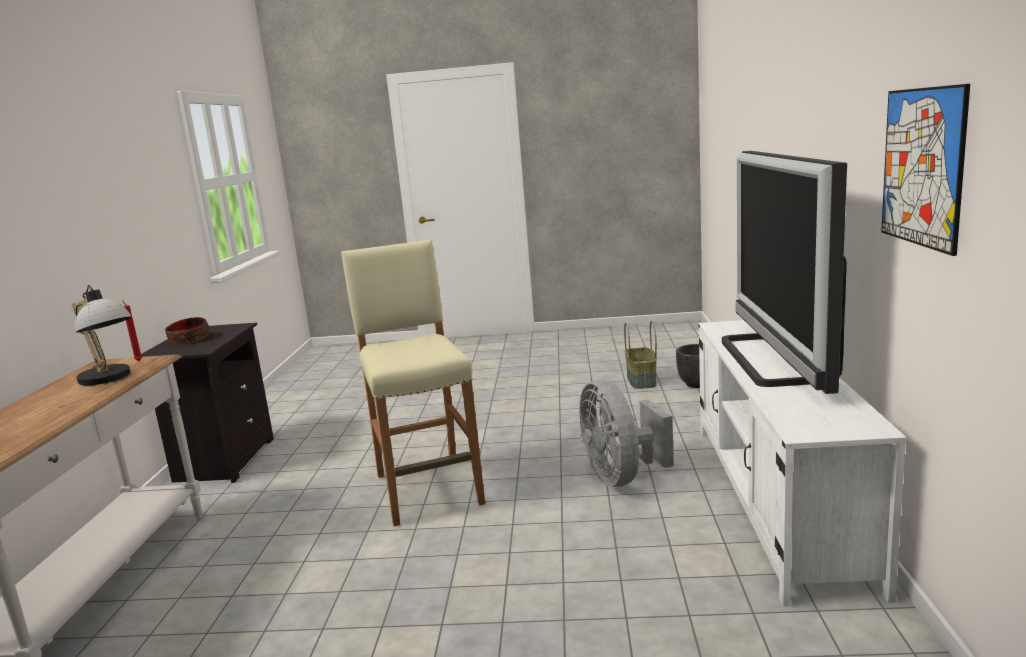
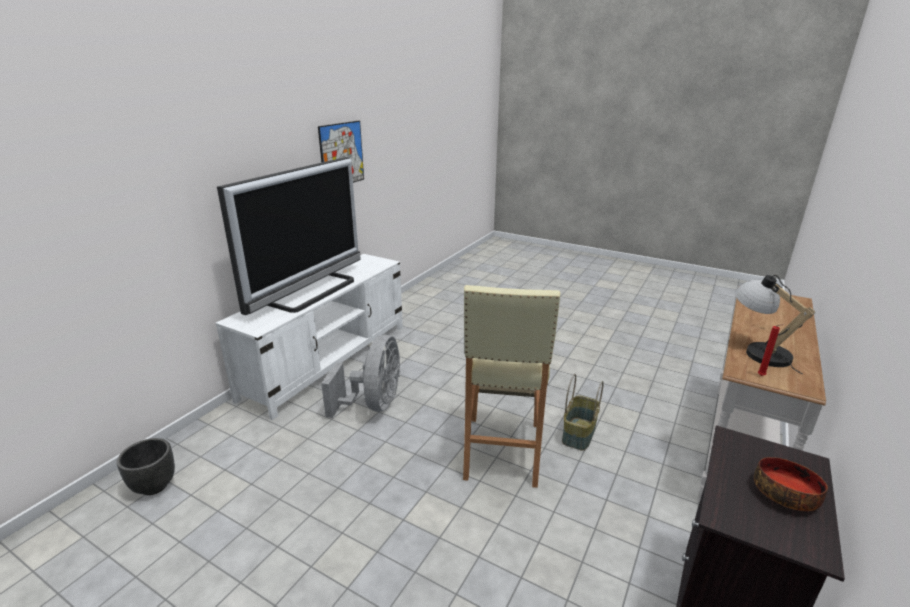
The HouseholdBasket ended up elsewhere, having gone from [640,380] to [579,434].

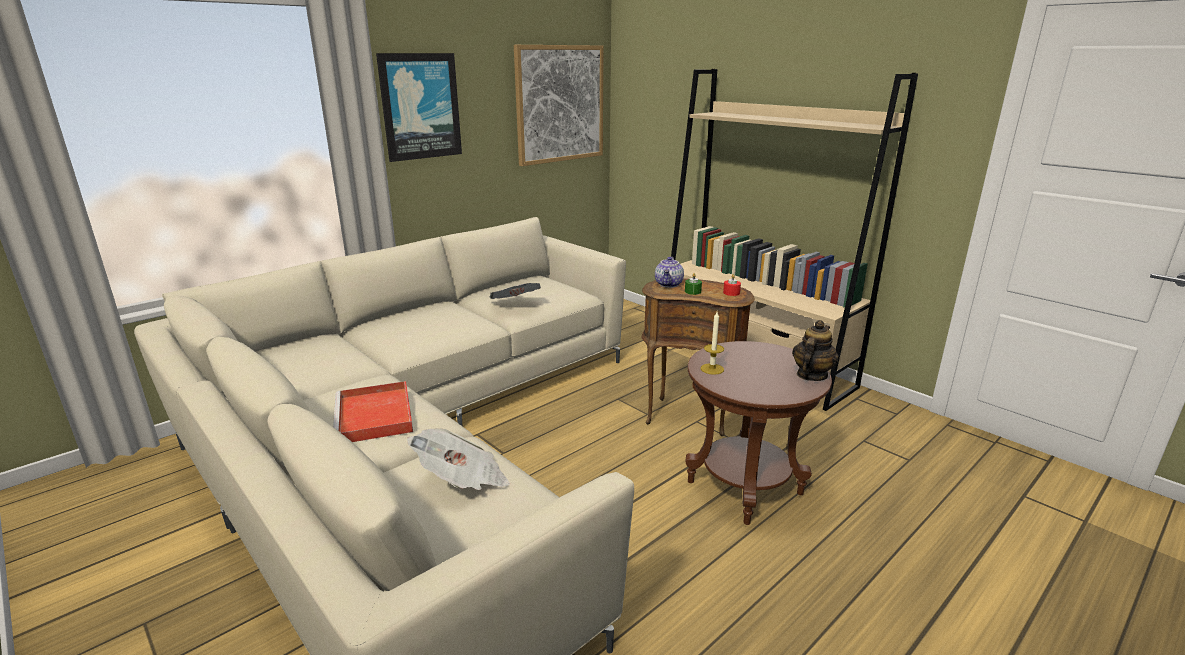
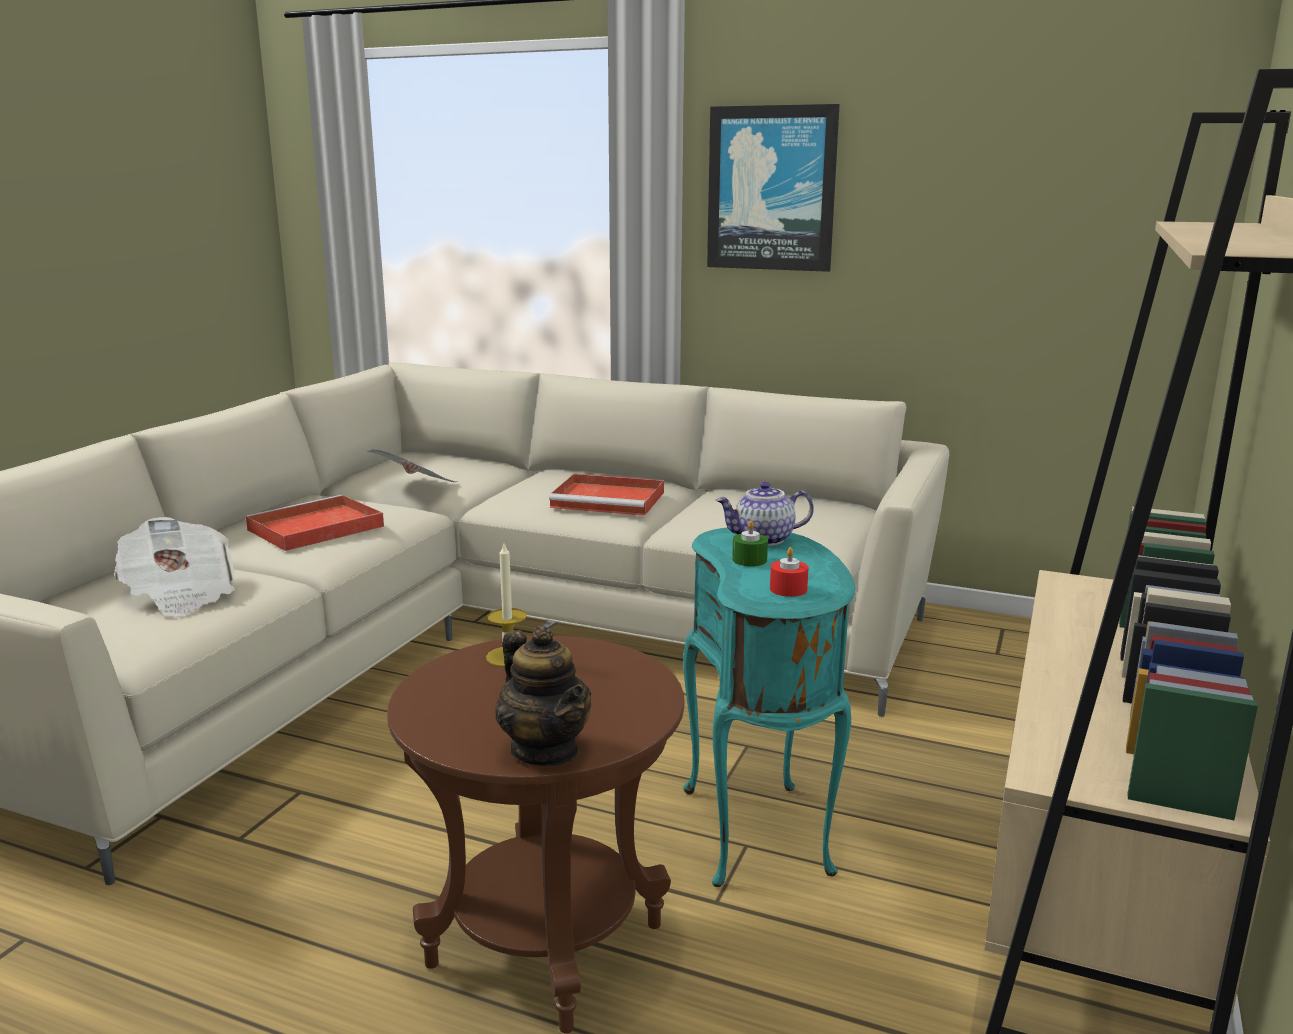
The PrintedPaper ended up elsewhere, having gone from [515,305] to [415,489].
The Teapot at [811,375] ended up facing another way, 45 degrees clockwise from before.
The second view gained the ReddishServingTray at [610,500].
What was the BrownSideTable at [689,415] turned into the BlueGreenSideTable at [762,832].
The second view lost the WallPicture at [560,104].

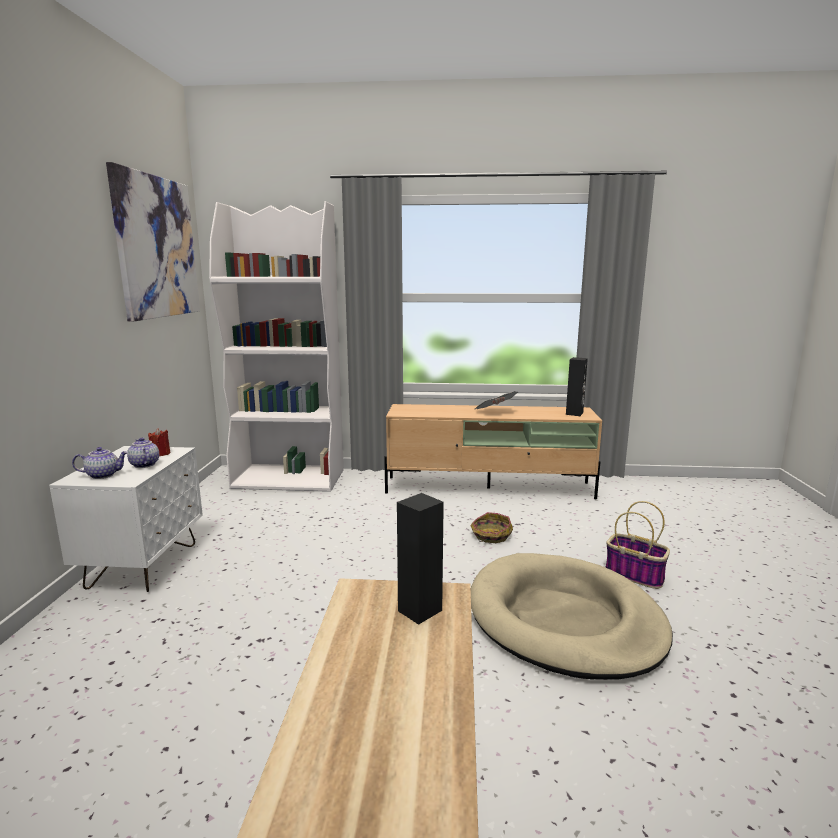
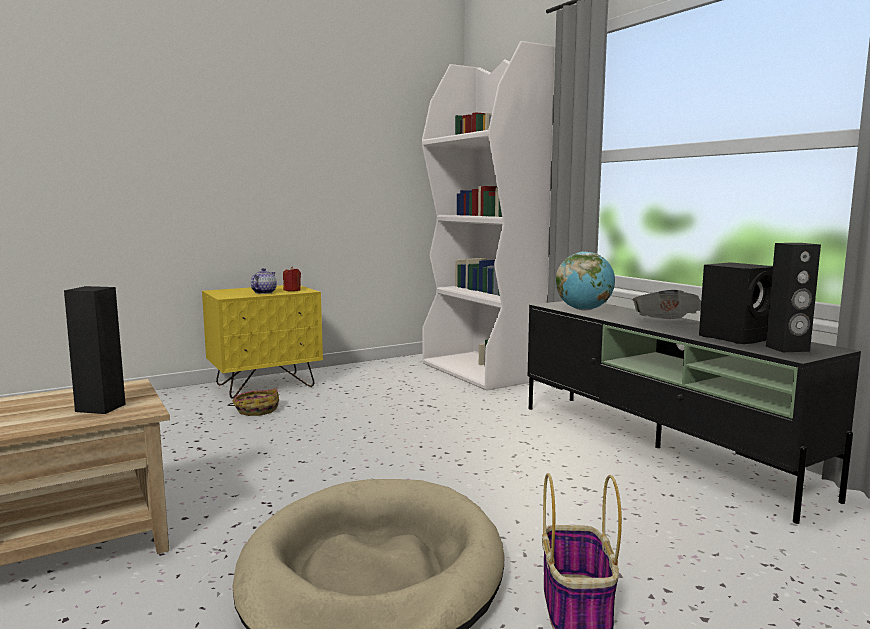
What was the WhiteColouredNightstand at [143,565] turned into the YellowNightstand at [265,385].
The HouseholdBasket ended up elsewhere, having gone from [491,535] to [256,410].
What was the BeigeColouredTvUnit at [489,488] turned into the BlackishTvUnit at [658,448].
The second view gained the DeskGlobe at [584,310].
The second view gained the BlackishLoudspeaker at [736,337].
The second view lost the Teapot at [103,475].
The second view lost the WallPicture at [157,247].

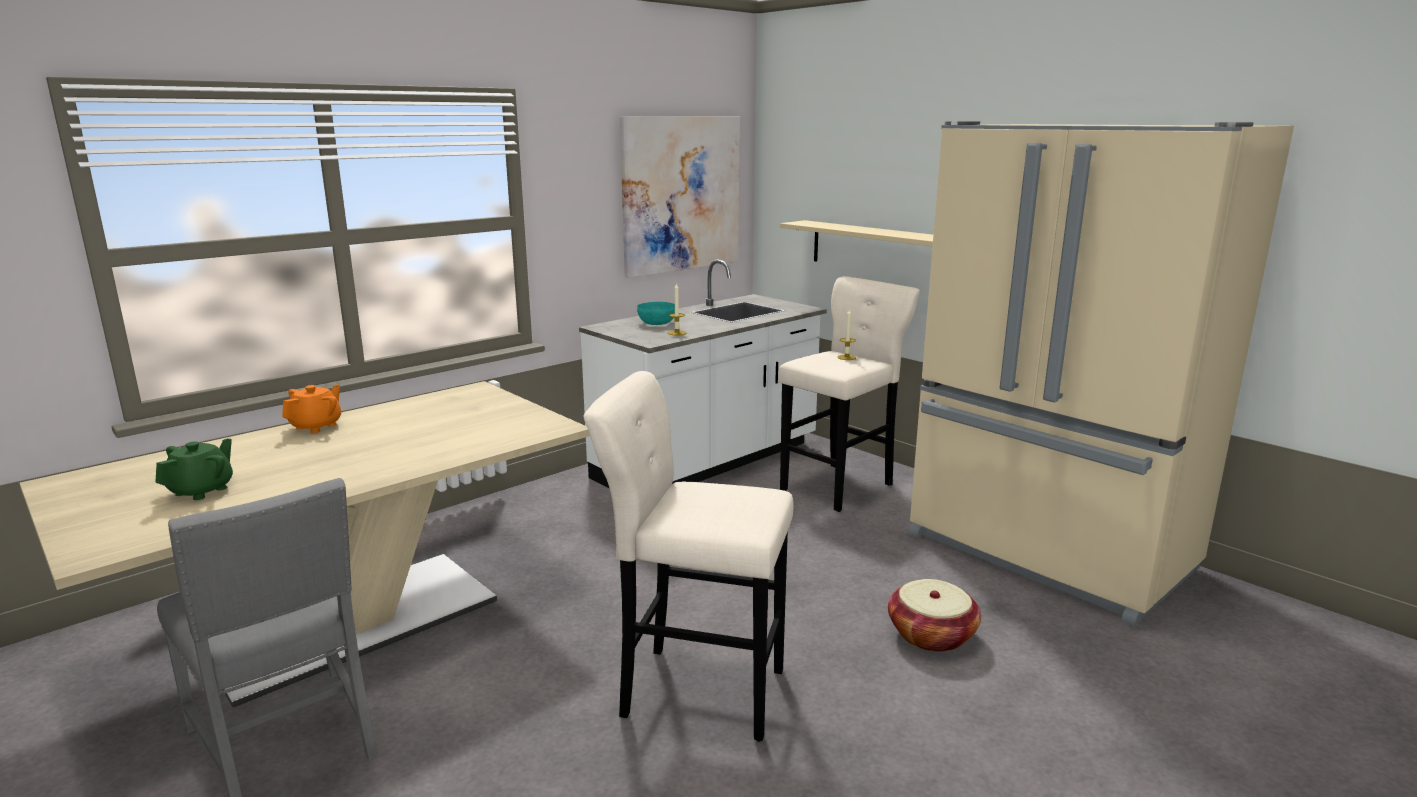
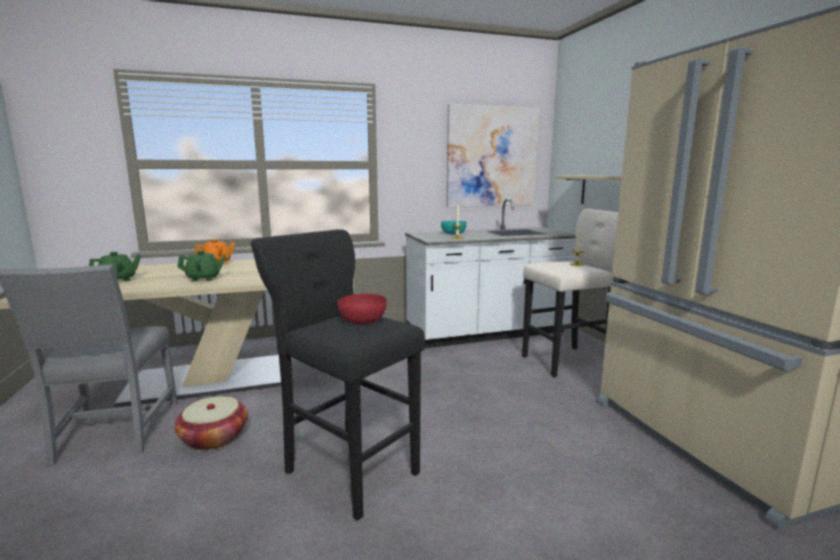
The HouseholdBasket ended up elsewhere, having gone from [931,635] to [214,438].
The second view gained the GreenishTeapot at [204,279].
What was the BeigeColouredSittingStool at [695,690] turned into the BlackishSittingStool at [347,469].
The second view gained the ReddishBowl at [363,321].

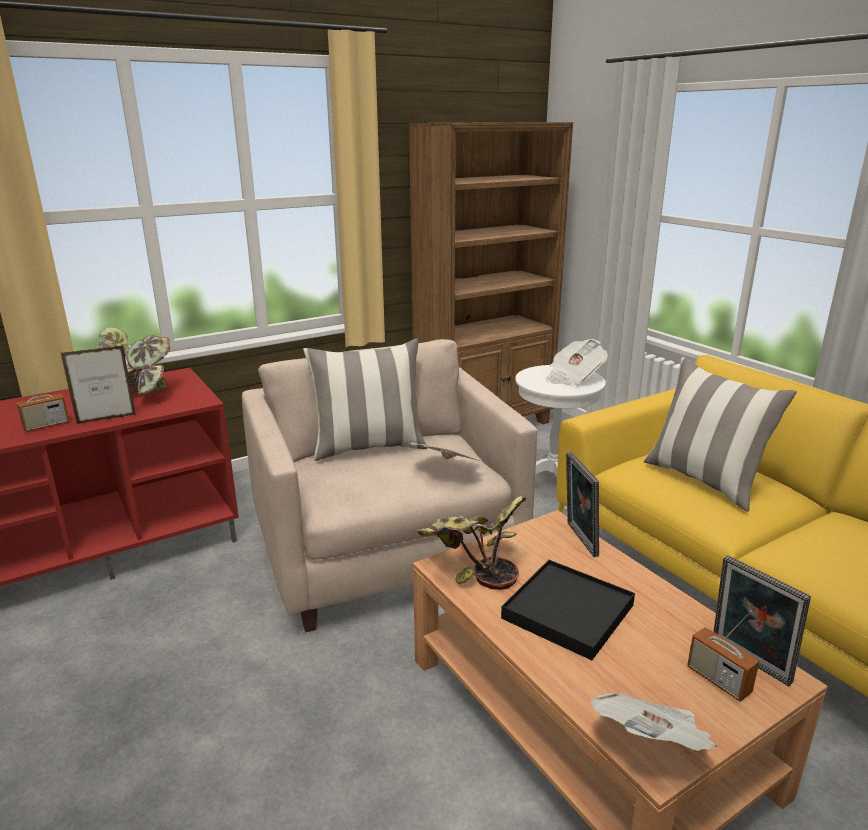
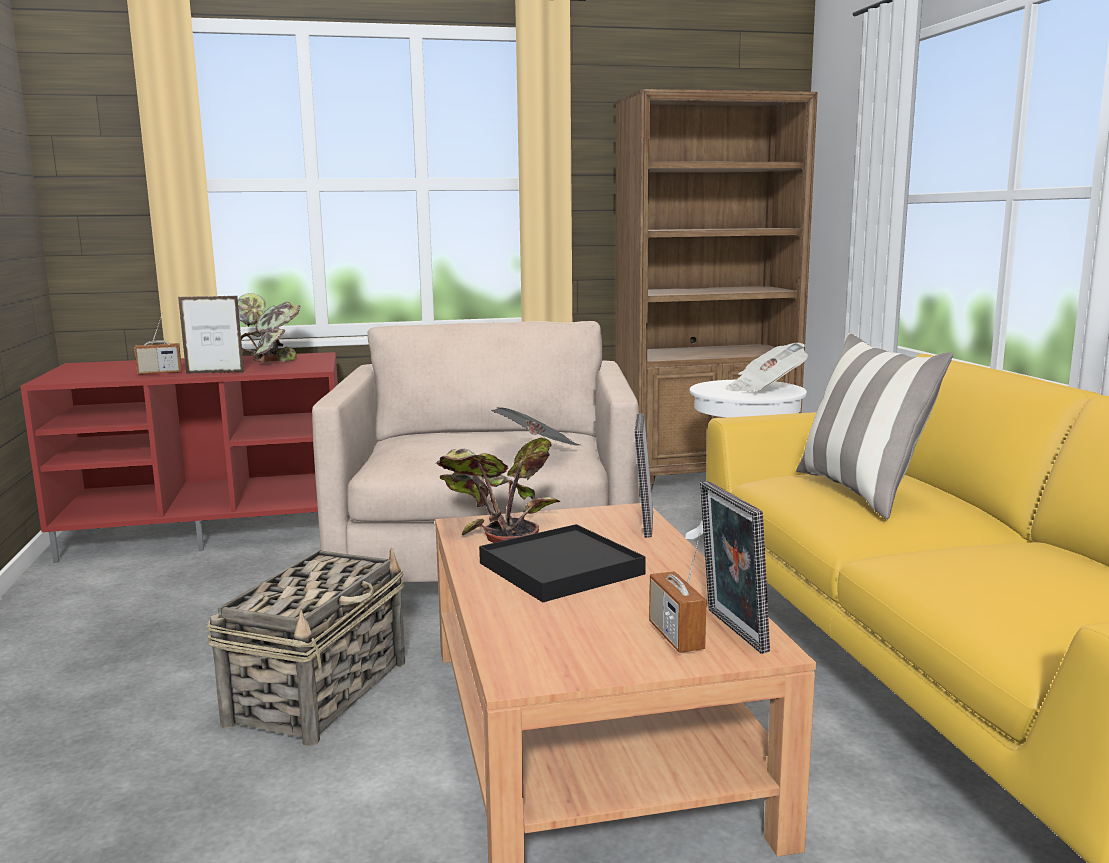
The second view gained the HouseholdBasket at [320,691].
The second view lost the Pillow at [369,447].
The second view lost the PrintedPaper at [651,743].

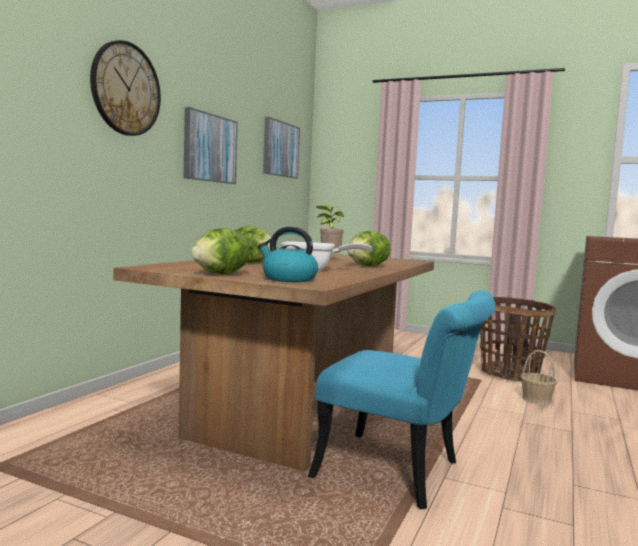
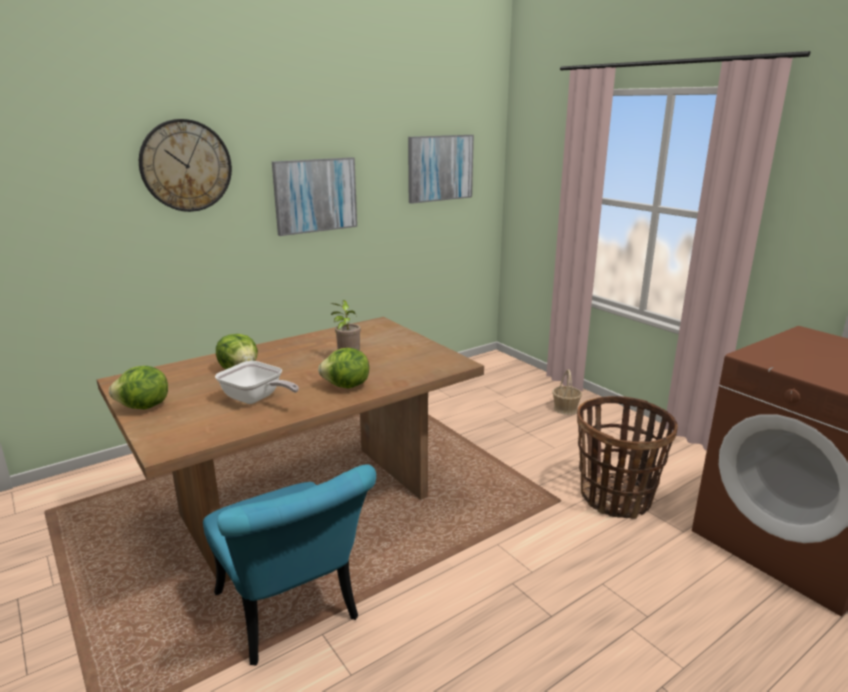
The HouseholdBasket ended up elsewhere, having gone from [536,399] to [565,409].
The second view lost the Kettle at [288,279].

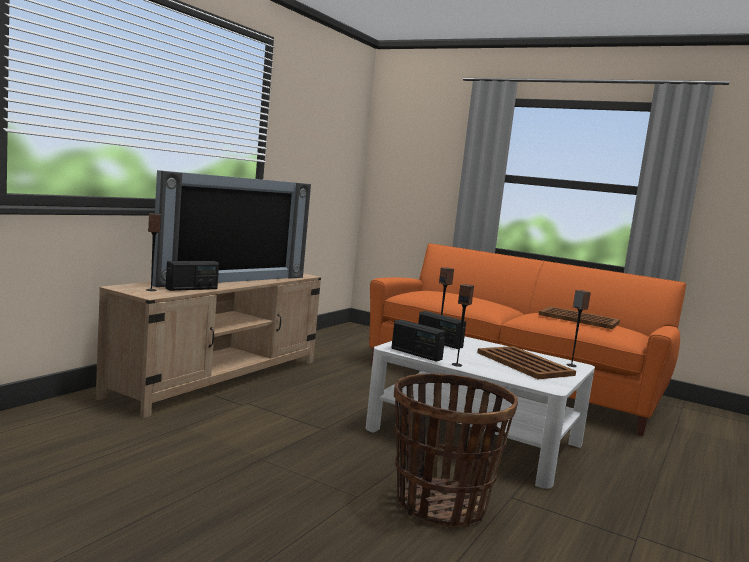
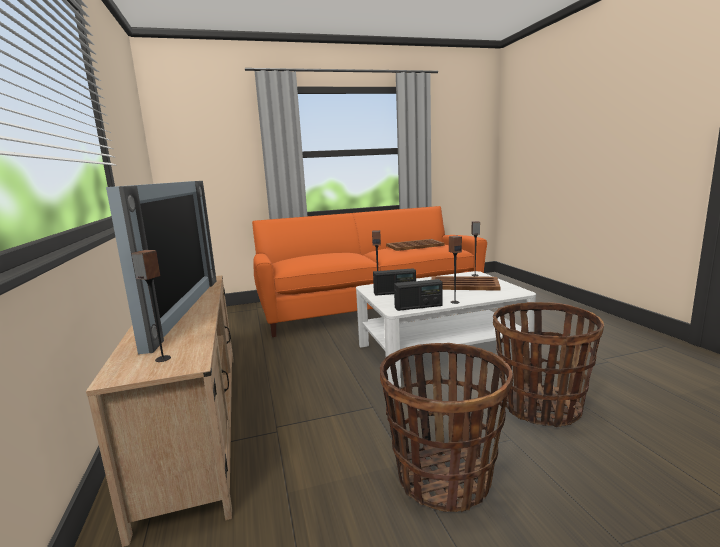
The second view gained the HouseholdBasket at [443,477].
The second view lost the Radio at [192,289].

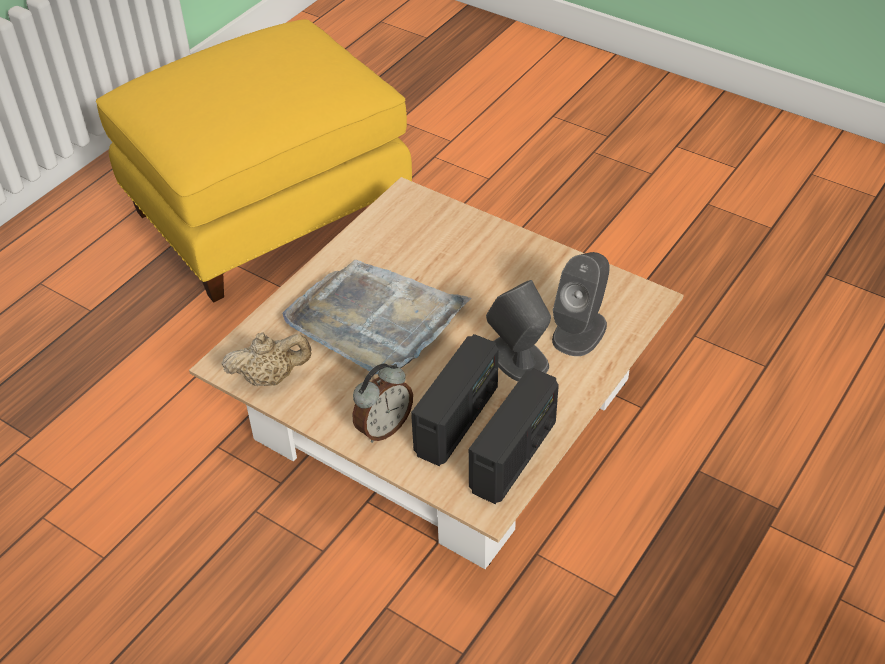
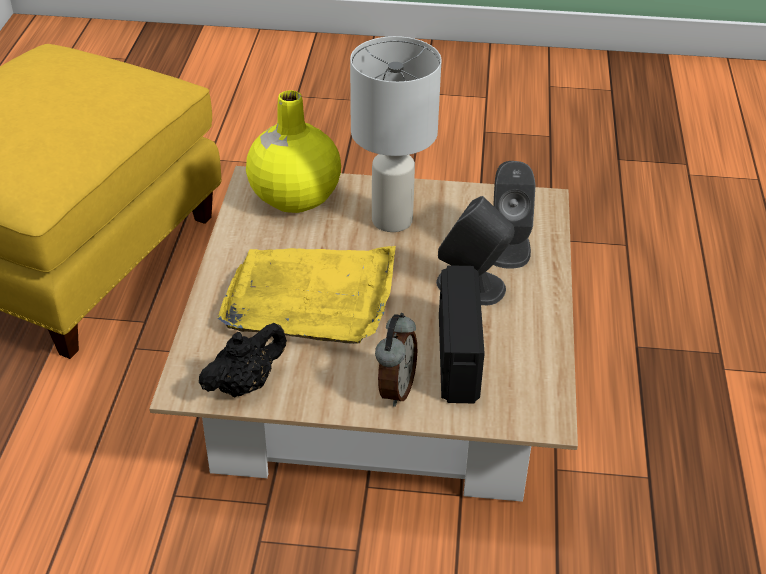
What was the BeigeColouredTeapot at [270,377] turned into the BlackishTeapot at [245,384].
What was the GreyishServingTray at [375,321] turned into the YellowServingTray at [311,298].
The second view gained the YellowVase at [294,196].
The second view gained the WhiteColouredTableLamp at [393,220].
The second view lost the Radio at [514,456].

